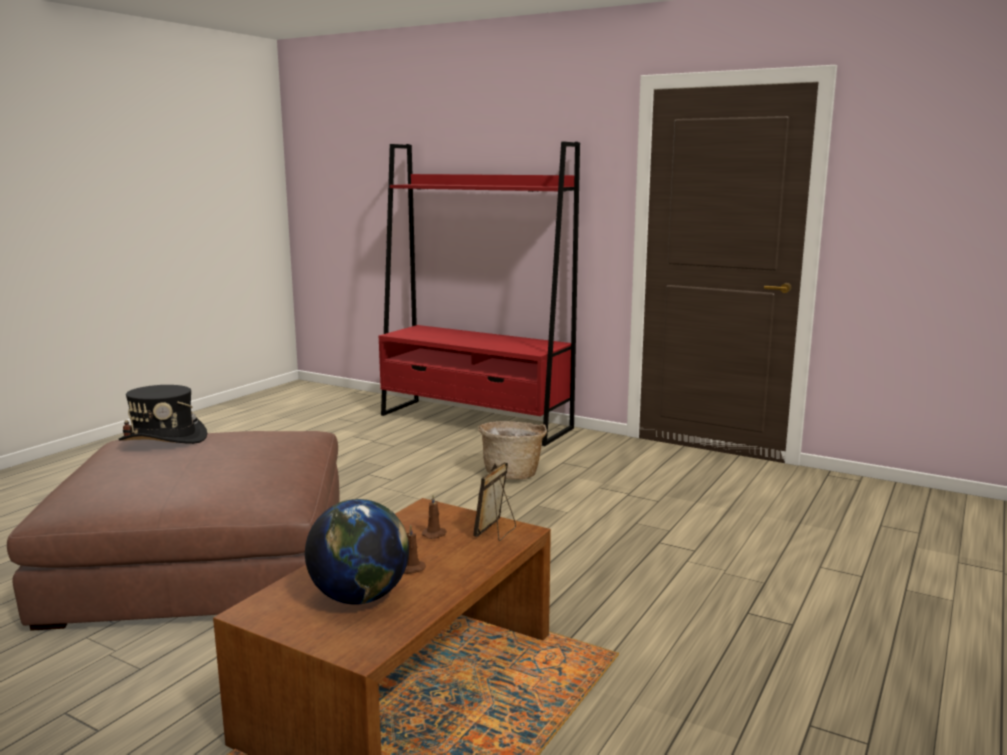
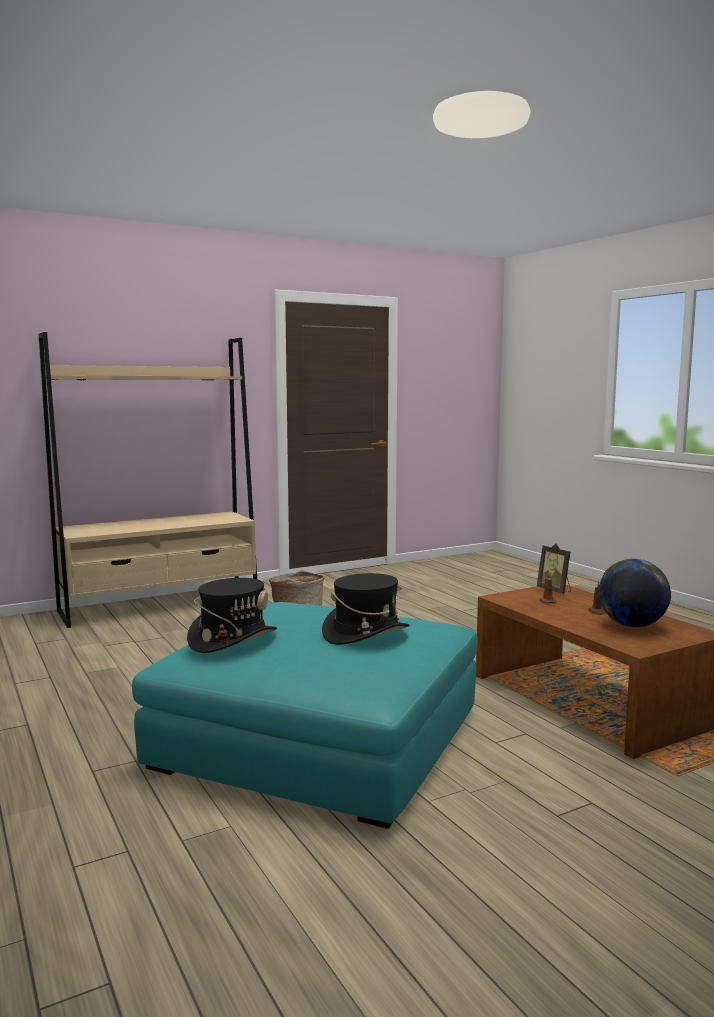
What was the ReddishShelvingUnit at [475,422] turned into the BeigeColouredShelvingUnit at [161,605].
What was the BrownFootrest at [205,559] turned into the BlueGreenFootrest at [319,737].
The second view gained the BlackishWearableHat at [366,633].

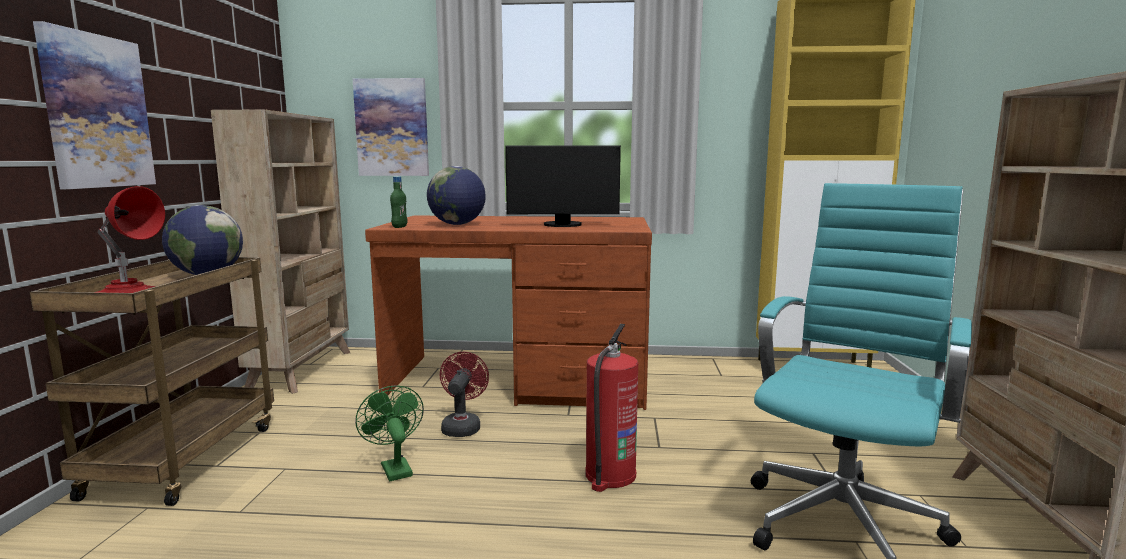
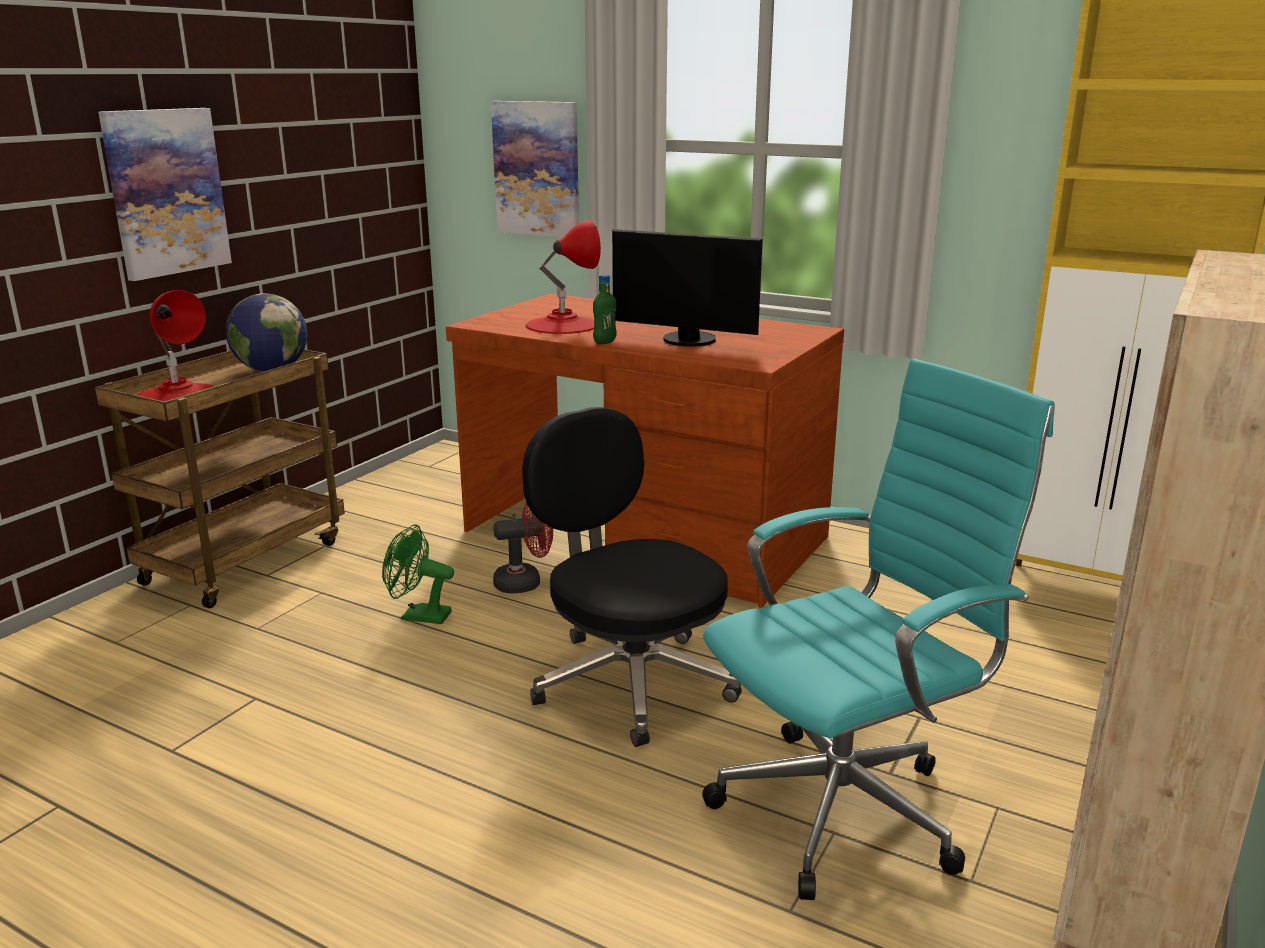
The GreenishElectricFan at [394,468] ended up facing another way, 75 degrees counterclockwise from before.
The ReddishElectricFan at [462,426] ended up facing another way, 45 degrees clockwise from before.
Where the FireExtinguisher stood at [609,475], the BlackishComputerChair came to stand at [630,680].
Where the DeskGlobe stood at [457,224], the ReddishTableLamp came to stand at [562,325].
The GreenishBottle ended up elsewhere, having gone from [399,227] to [604,342].
The second view lost the BeigeColouredShelvingUnit at [302,370].

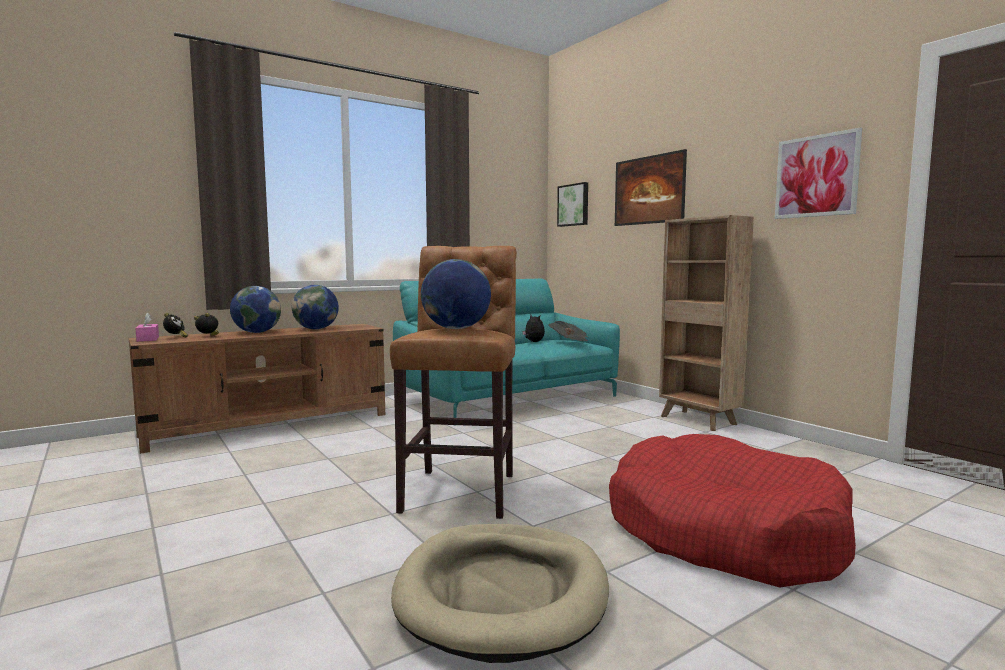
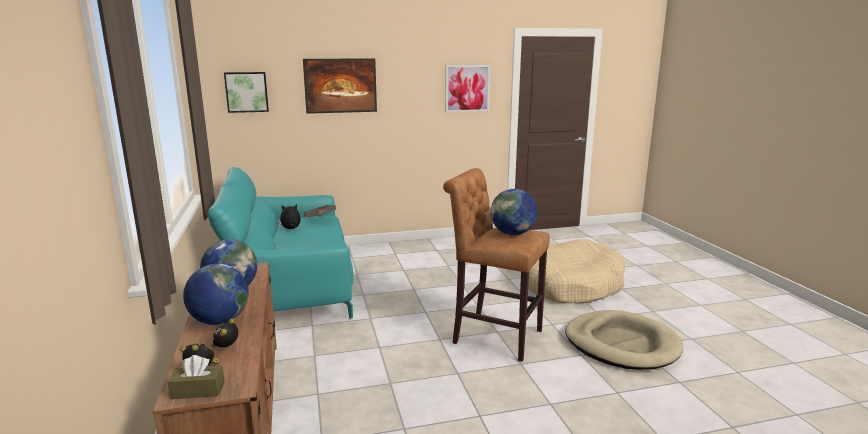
What was the PinkTissueBox at [148,339] turned into the BrownTissueBox at [198,390].
What was the ReddishDogBed at [723,532] turned into the BeigeColouredDogBed at [571,285].
The second view lost the BrownShelvingUnit at [699,421].

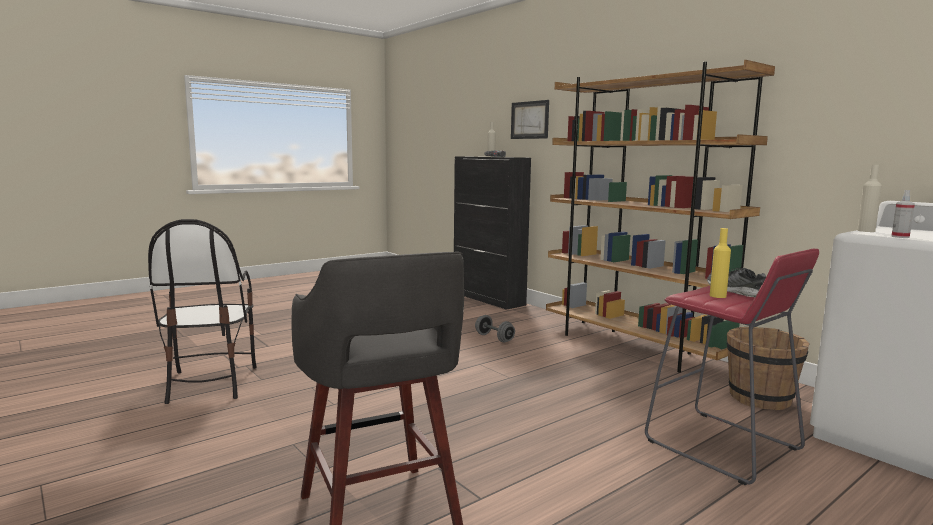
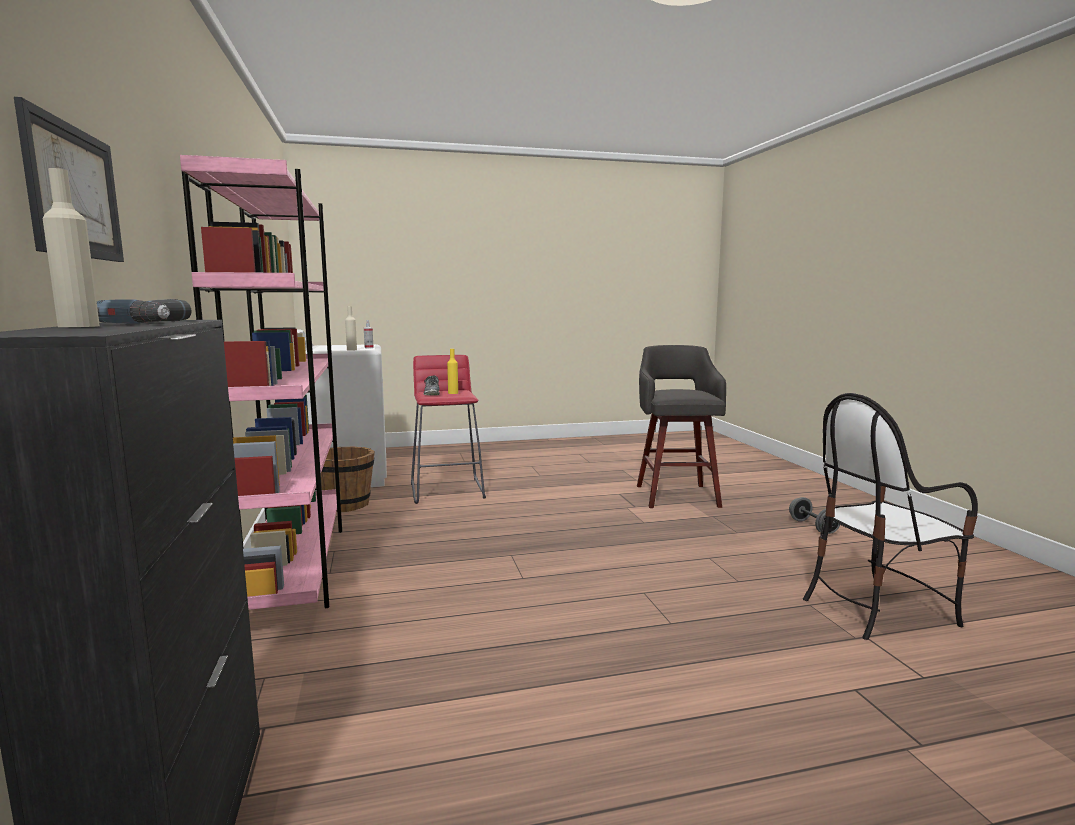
What was the BrownShelvingUnit at [634,347] turned into the PinkShelvingUnit at [296,567].
The GreyishFreeWeight ended up elsewhere, having gone from [494,338] to [812,527].
The PlainChair at [209,384] ended up facing another way, 120 degrees counterclockwise from before.

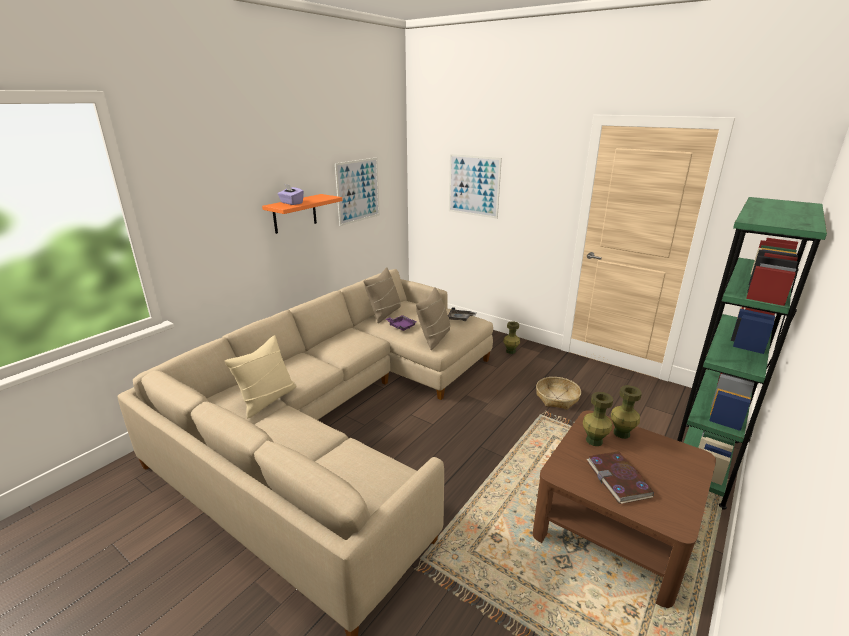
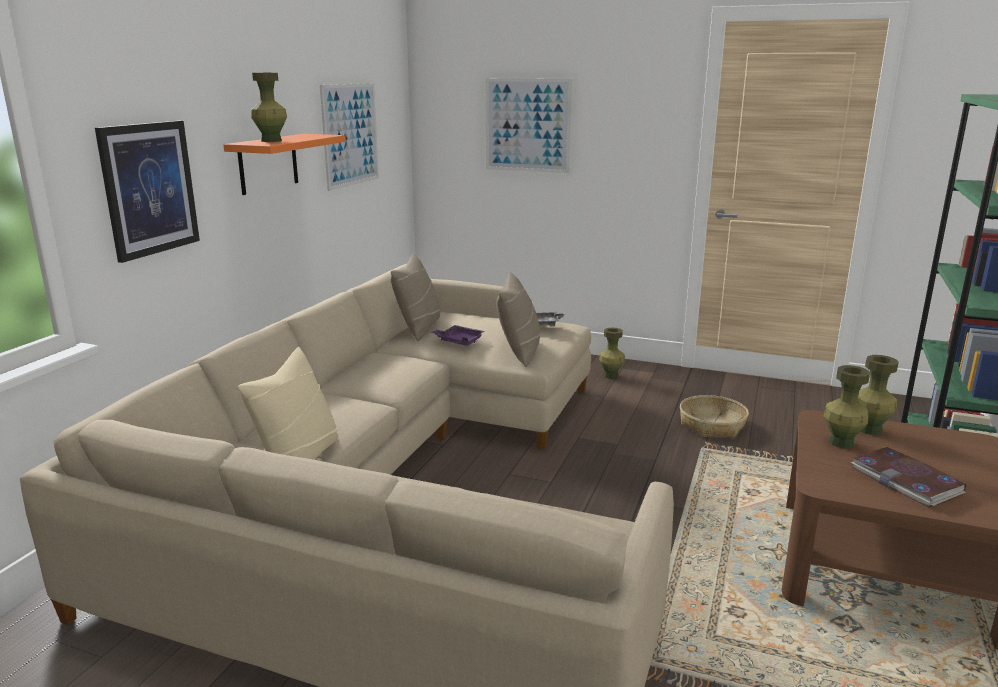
The second view gained the WallPicture at [149,189].
Where the PurpleTissueBox stood at [291,203], the GreenishVase came to stand at [271,141].

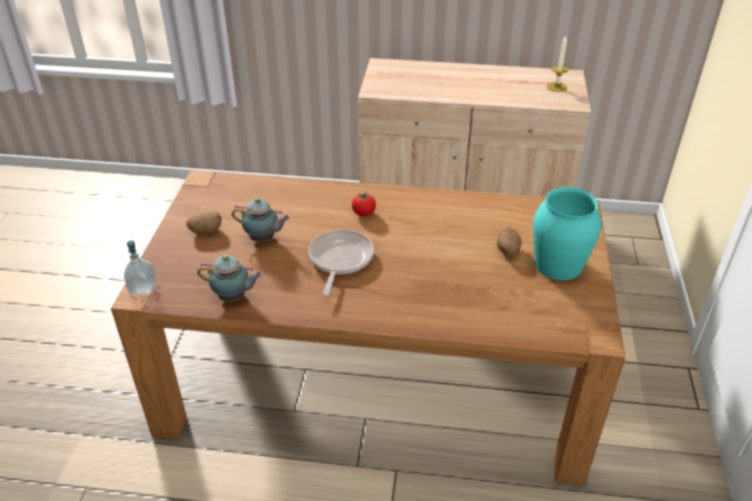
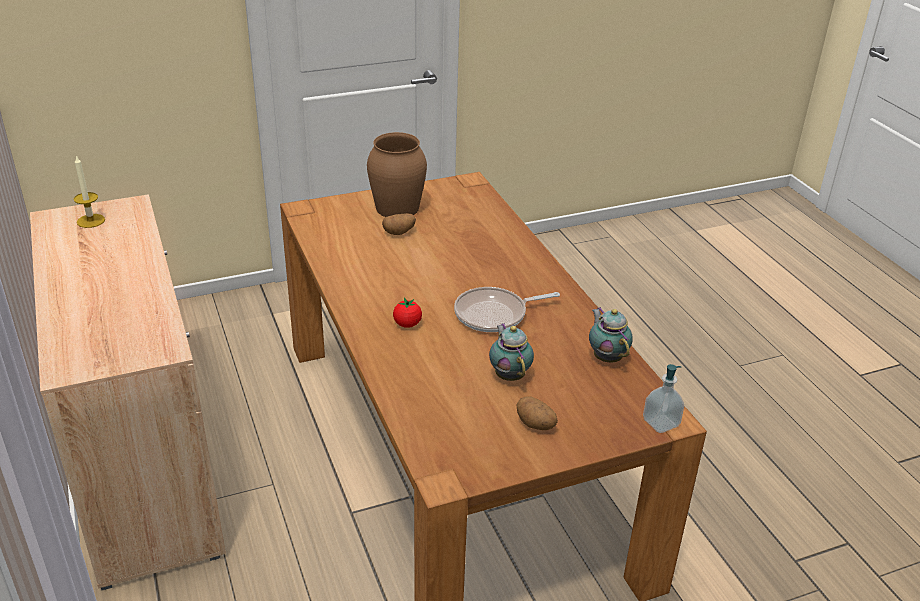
What was the BlueGreenVase at [557,264] turned into the BrownVase at [397,208].

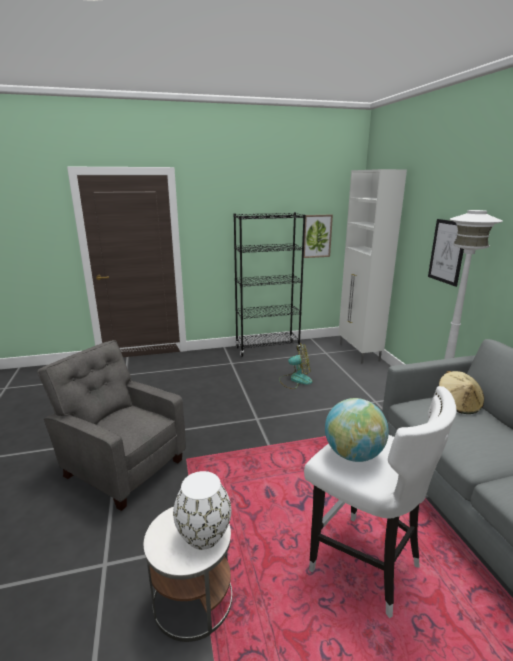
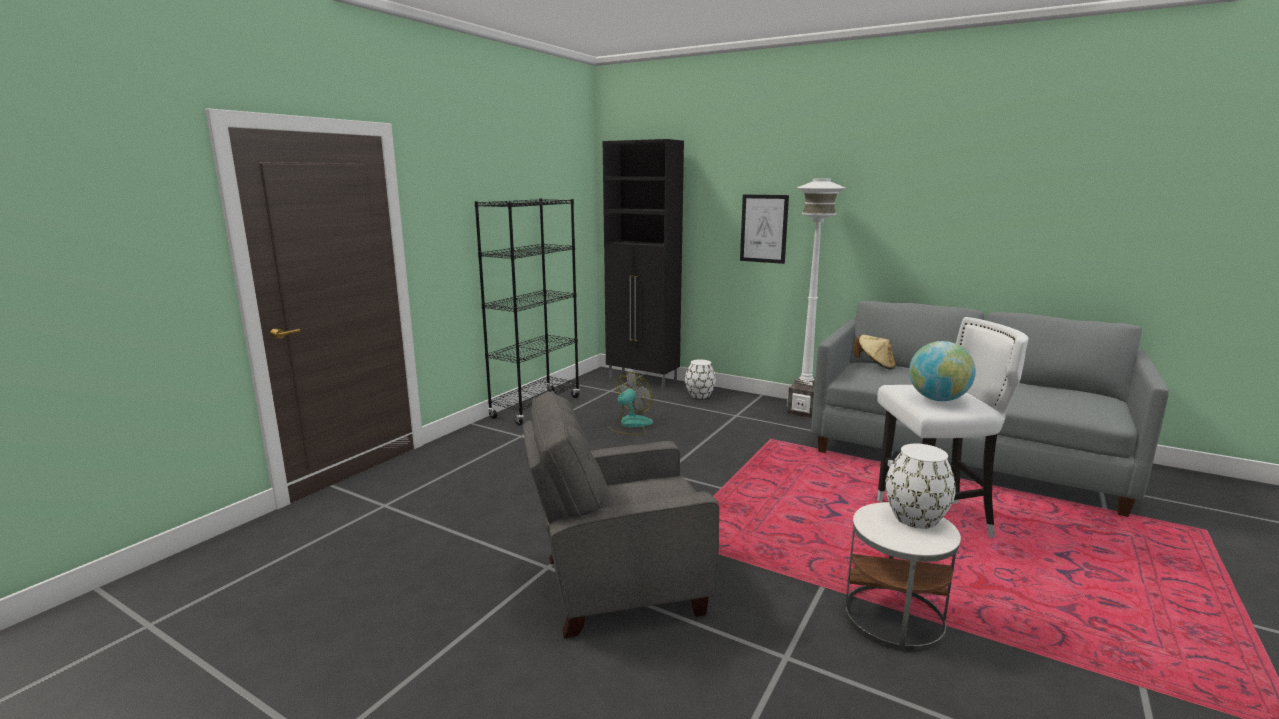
What was the WhiteColouredCabinet at [359,353] turned into the BlackishCabinet at [643,380].
The second view gained the WhiteColouredVase at [700,395].
The second view lost the WallPicture at [316,236].

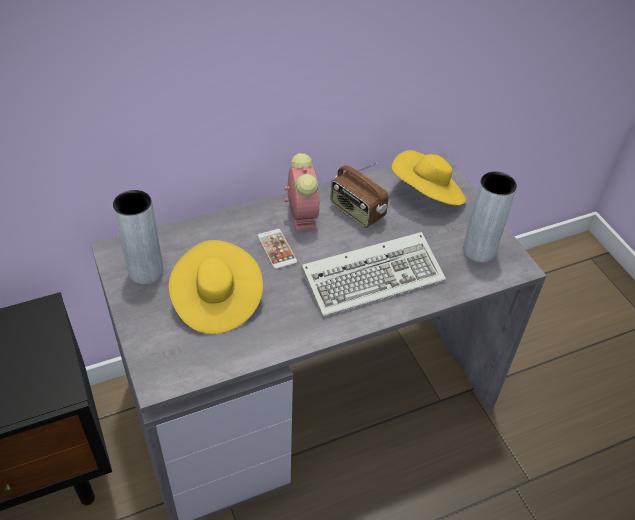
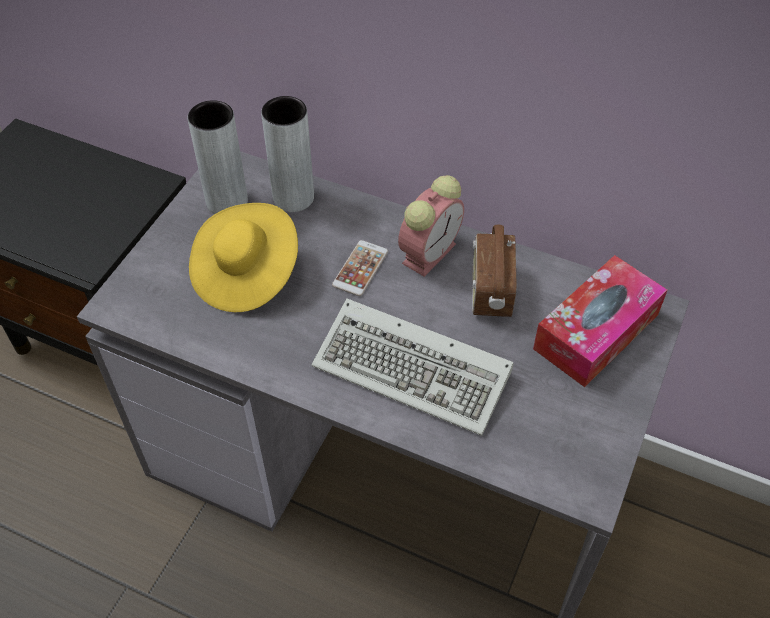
The GreyishVase ended up elsewhere, having gone from [479,250] to [293,197].
Where the YellowWearableHat stood at [427,194], the TissueBox came to stand at [596,332].

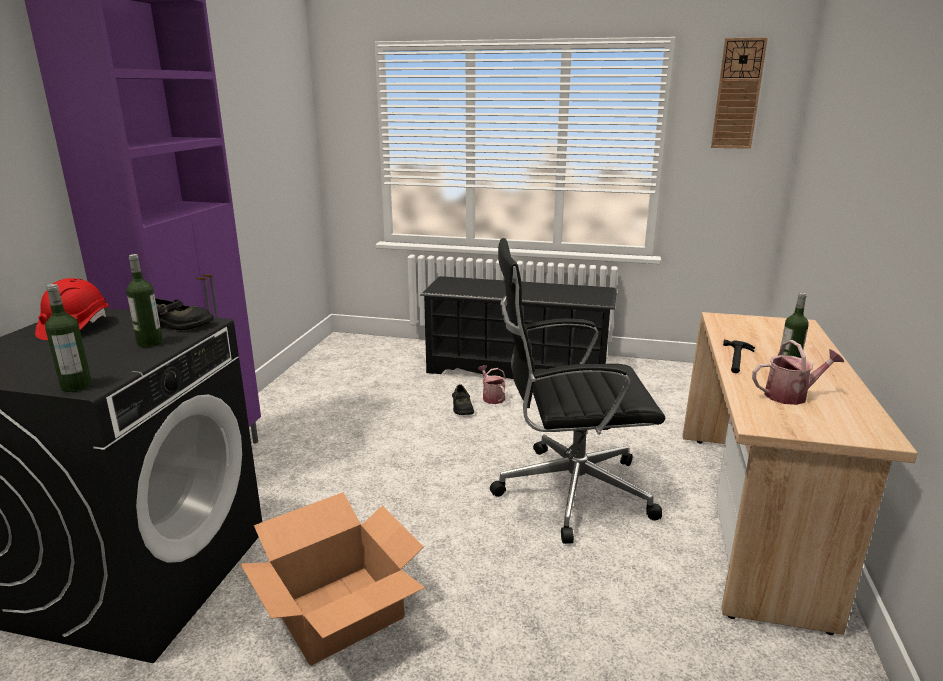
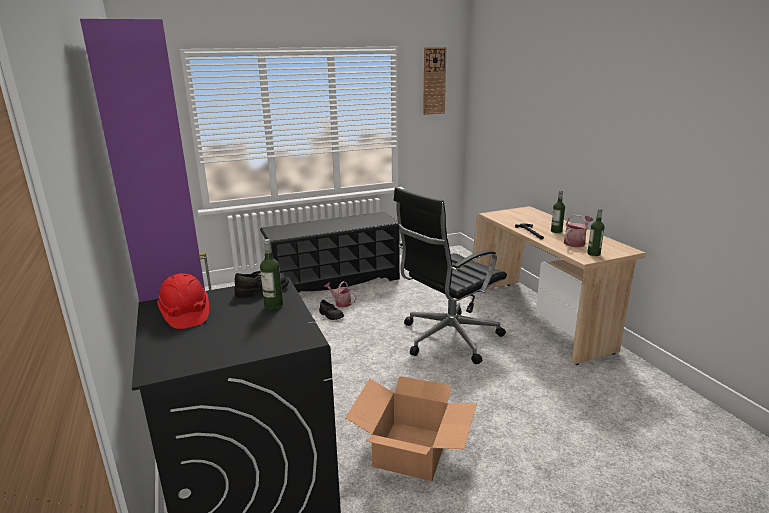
The Bottle ended up elsewhere, having gone from [76,386] to [593,254].

